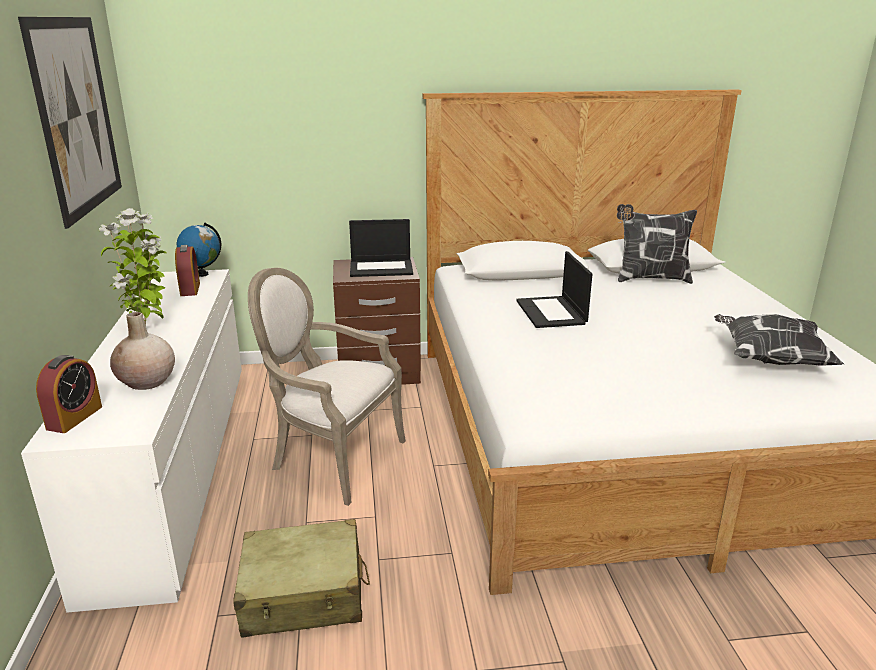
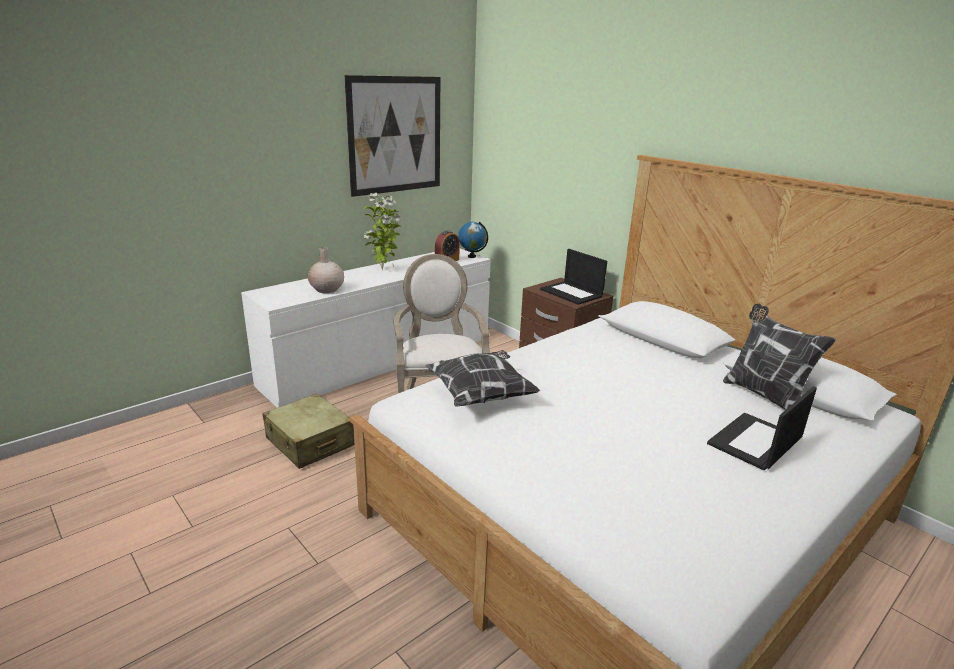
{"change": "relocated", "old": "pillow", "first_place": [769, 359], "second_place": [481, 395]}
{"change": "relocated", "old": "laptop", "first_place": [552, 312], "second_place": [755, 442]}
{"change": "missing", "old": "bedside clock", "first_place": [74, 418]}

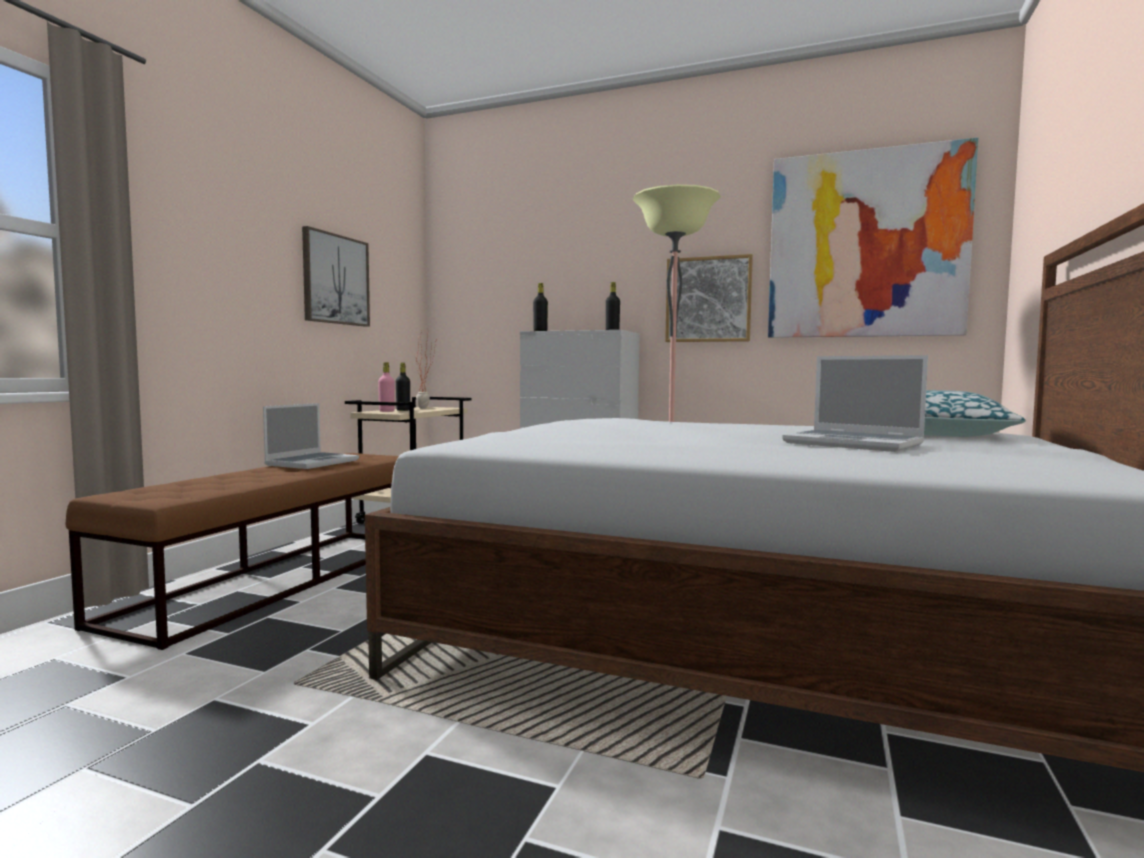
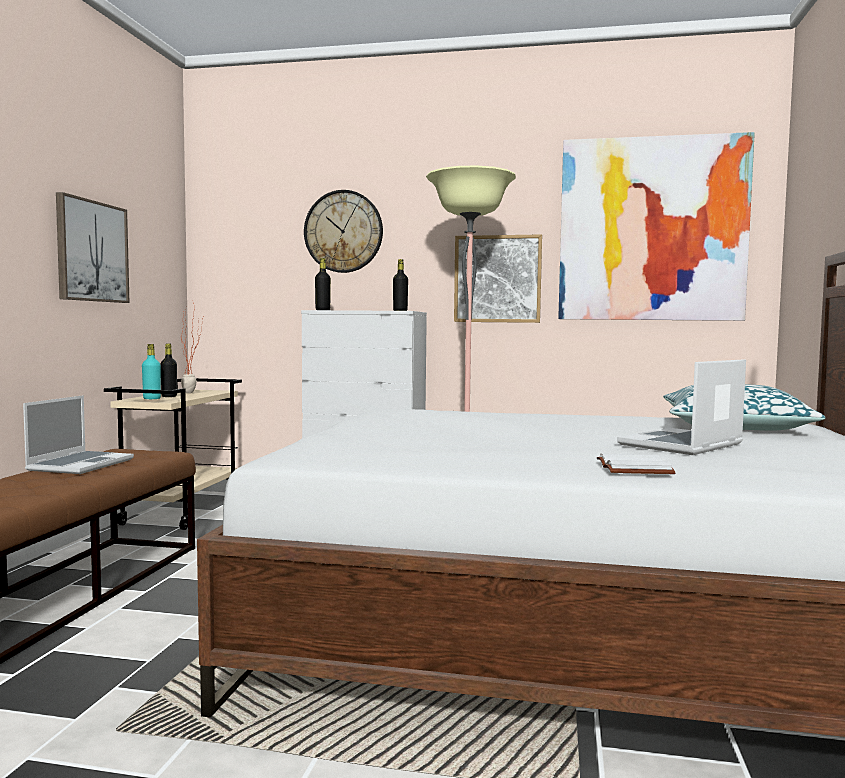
{"change": "colour", "old": "pink beverage bottle", "new": "turquoise beverage bottle", "first_place": [386, 411], "second_place": [152, 398]}
{"change": "appeared", "new": "clock on the wall", "second_place": [343, 231]}
{"change": "appeared", "new": "white book", "second_place": [631, 468]}
{"change": "spun", "old": "laptop", "first_place": [855, 444], "second_place": [681, 445], "degrees": 105}

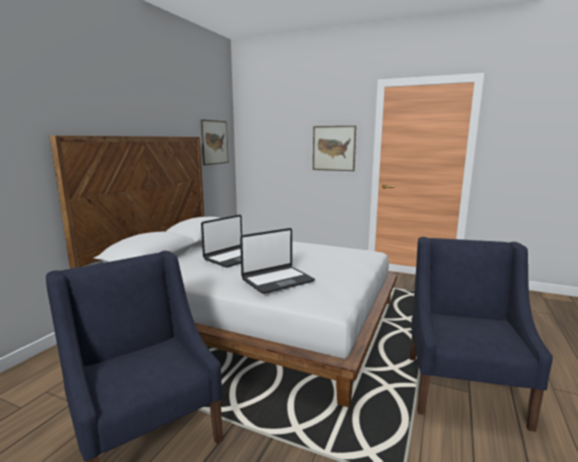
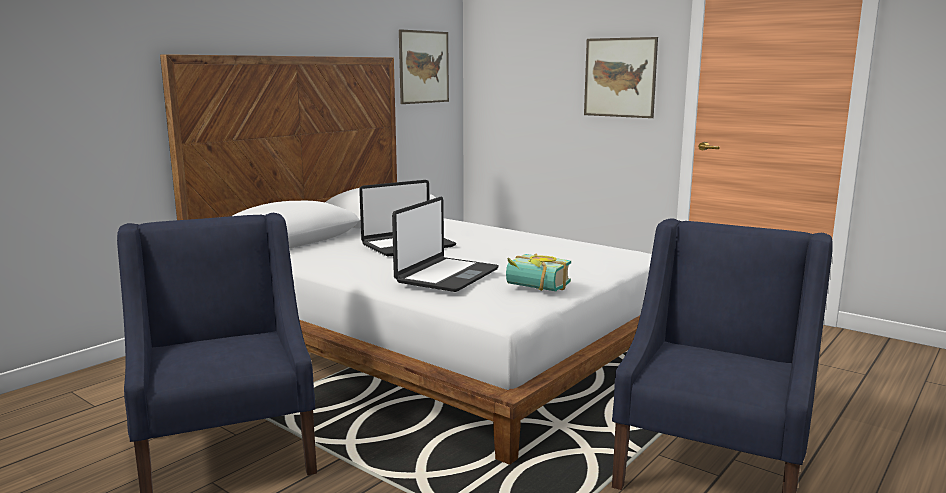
{"change": "spun", "old": "laptop", "first_place": [277, 280], "second_place": [446, 276], "degrees": -45}
{"change": "appeared", "new": "book", "second_place": [535, 288]}

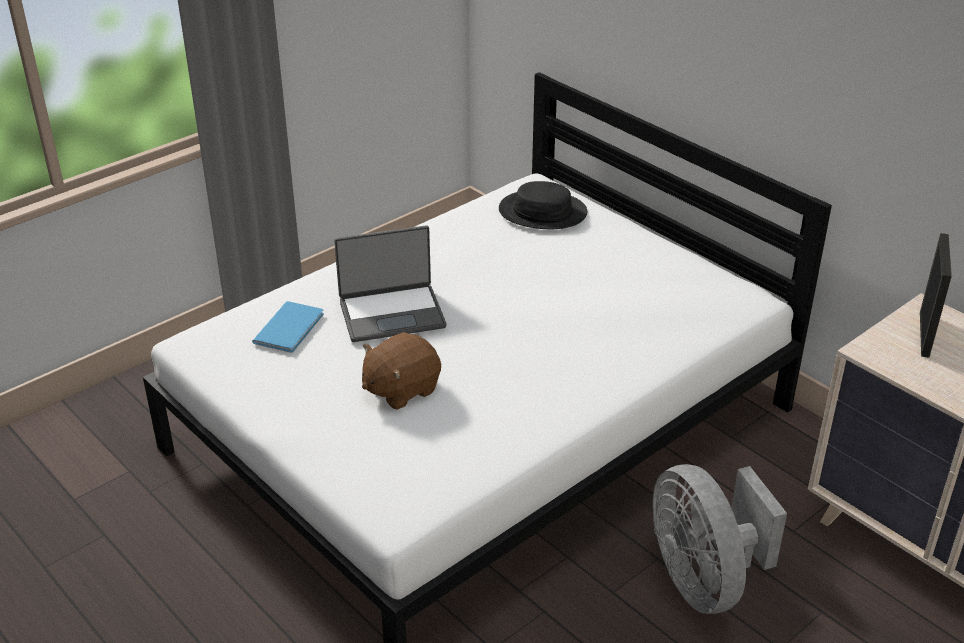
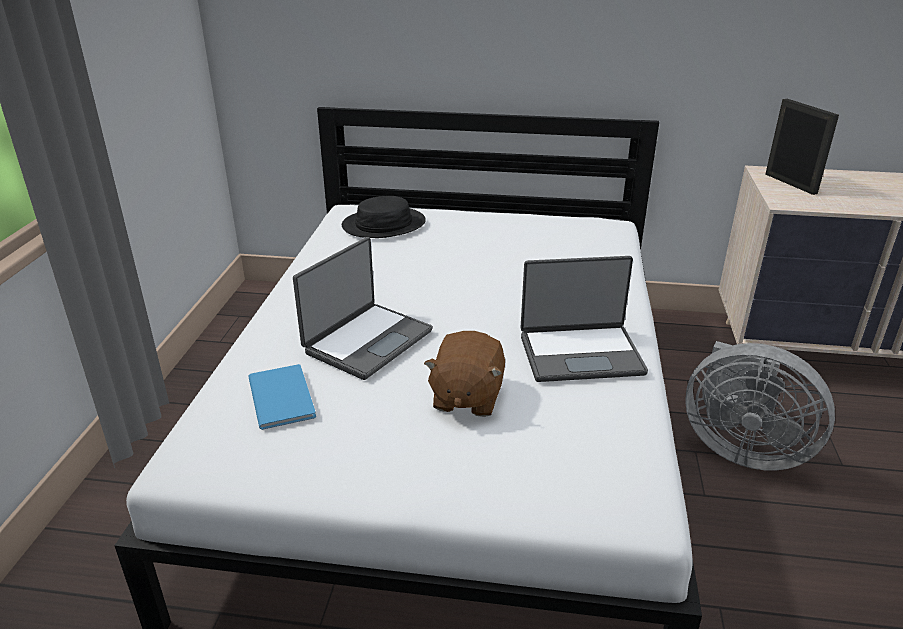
{"change": "appeared", "new": "laptop", "second_place": [580, 353]}

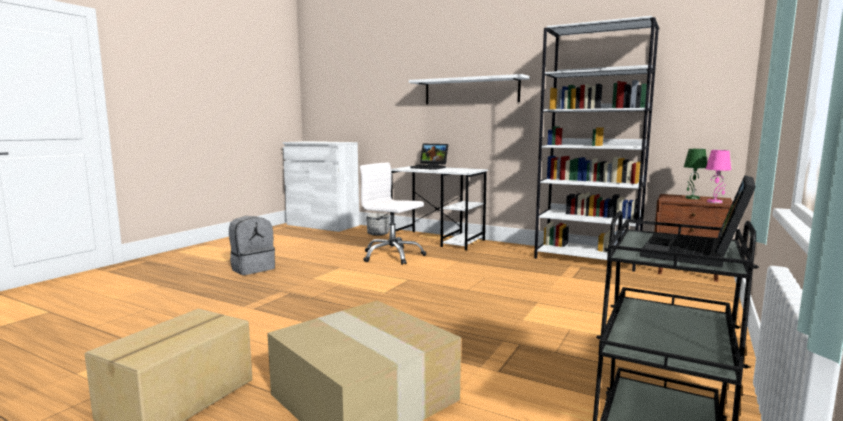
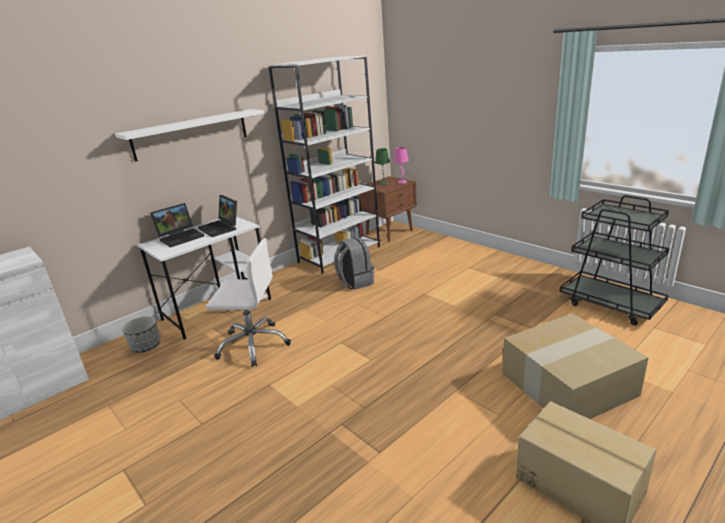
{"change": "relocated", "old": "laptop", "first_place": [697, 253], "second_place": [221, 228]}
{"change": "spun", "old": "white desk chair", "first_place": [392, 256], "second_place": [253, 344], "degrees": -135}
{"change": "relocated", "old": "greyish backpack", "first_place": [252, 268], "second_place": [355, 282]}

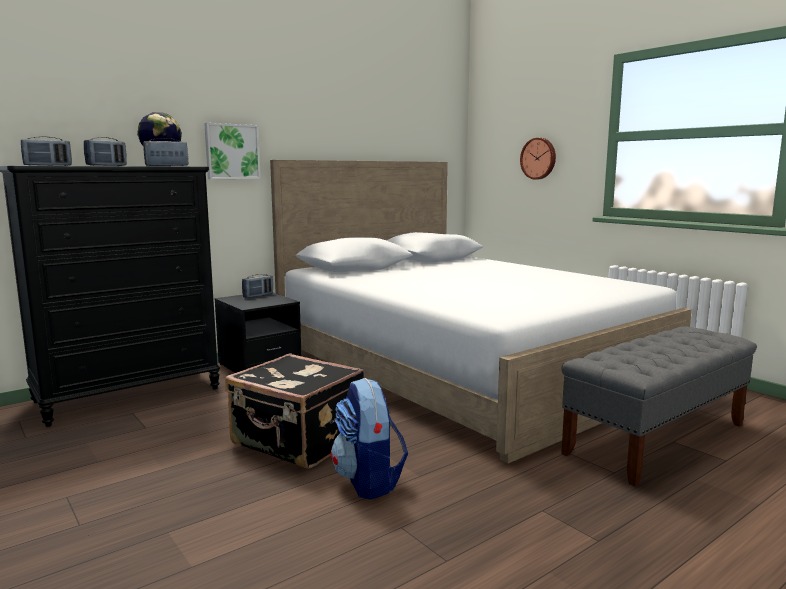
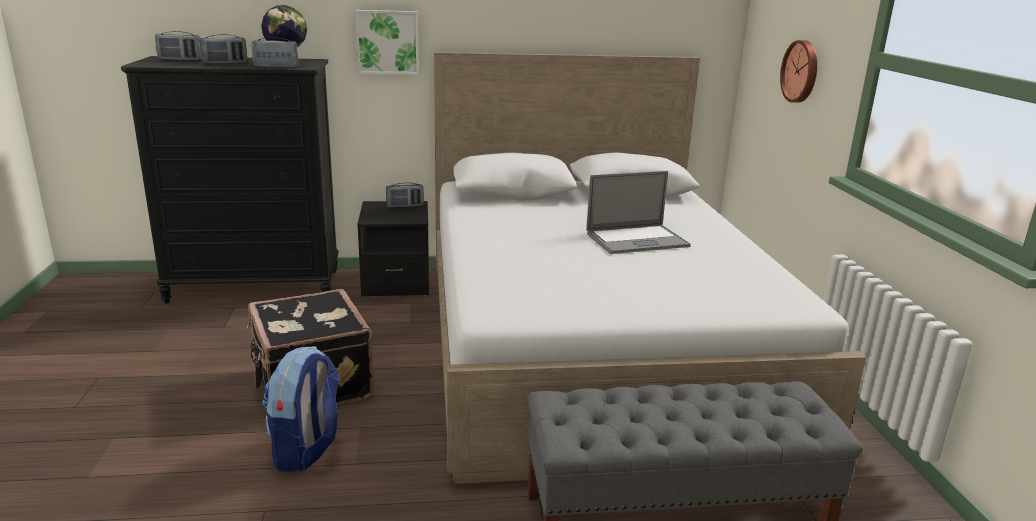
{"change": "appeared", "new": "laptop", "second_place": [637, 240]}

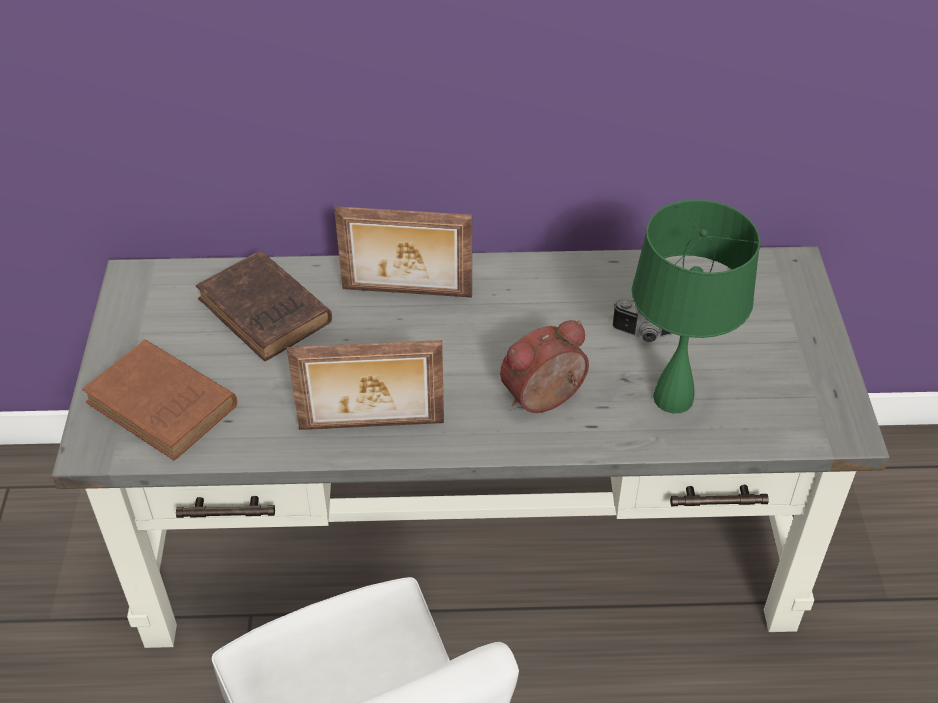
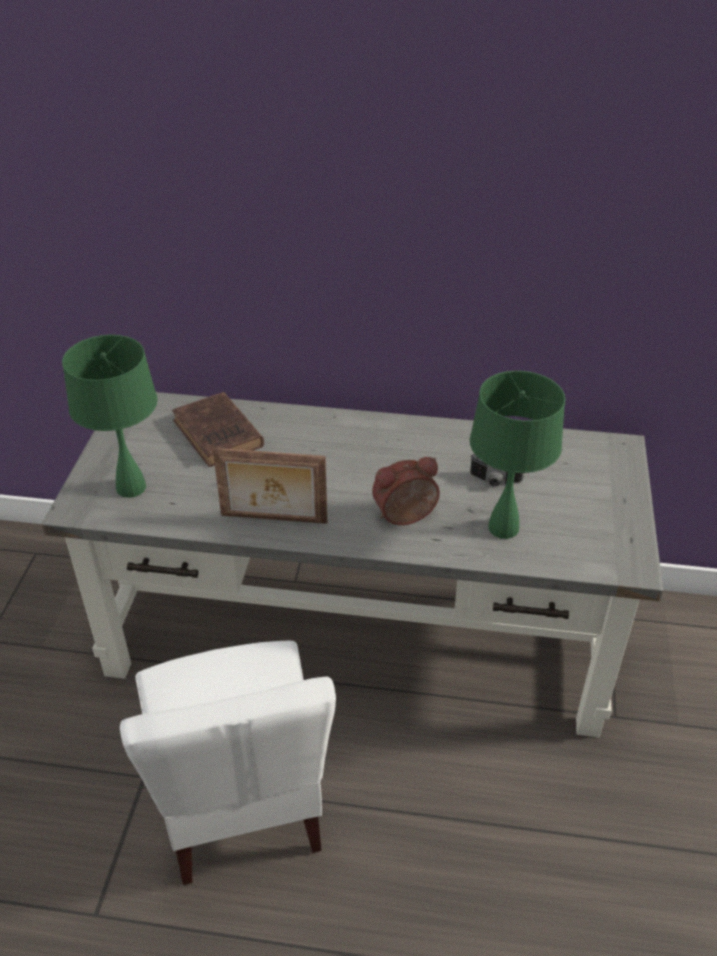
{"change": "exchanged", "old": "brown-coloured book", "new": "green-coloured table lamp", "first_place": [165, 406], "second_place": [131, 488]}
{"change": "missing", "old": "photo frame", "first_place": [406, 294]}

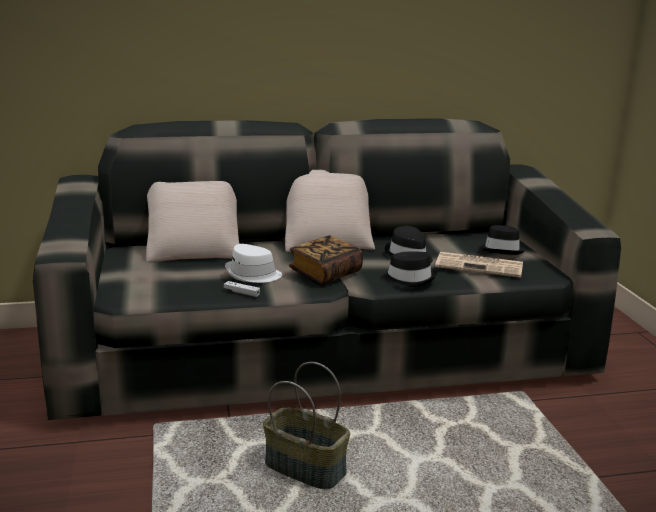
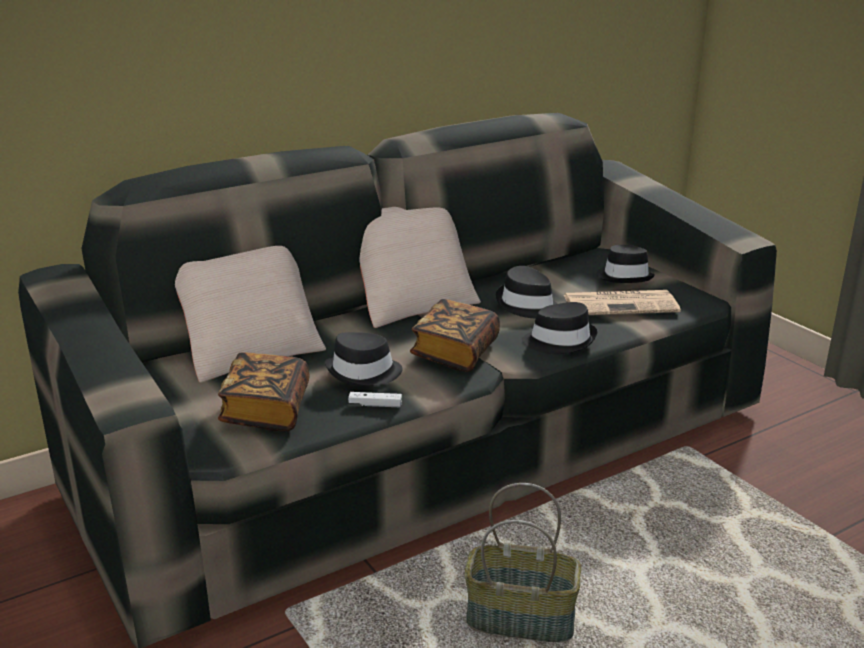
{"change": "appeared", "new": "book", "second_place": [266, 411]}
{"change": "colour", "old": "white clothing hat", "new": "black-coloured clothing hat", "first_place": [253, 275], "second_place": [364, 373]}

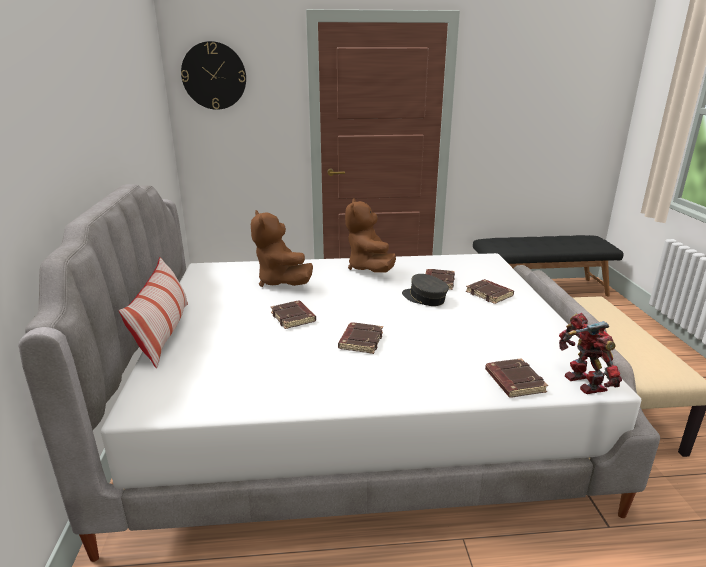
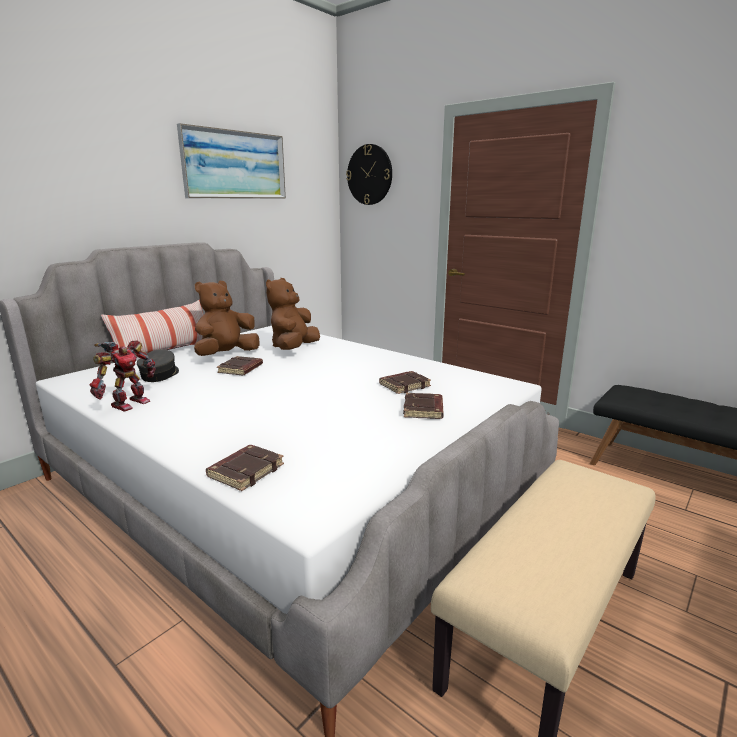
{"change": "relocated", "old": "toy robot", "first_place": [582, 384], "second_place": [128, 403]}
{"change": "relocated", "old": "greyish baseball cap", "first_place": [424, 298], "second_place": [160, 374]}
{"change": "appeared", "new": "wall art", "second_place": [235, 165]}
{"change": "relocated", "old": "brown-coloured plush toy", "first_place": [370, 268], "second_place": [226, 355]}
{"change": "missing", "old": "brown-coloured book", "first_place": [360, 341]}

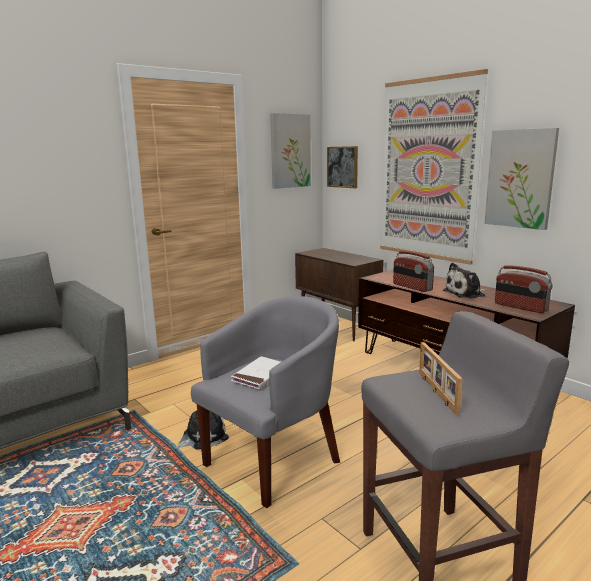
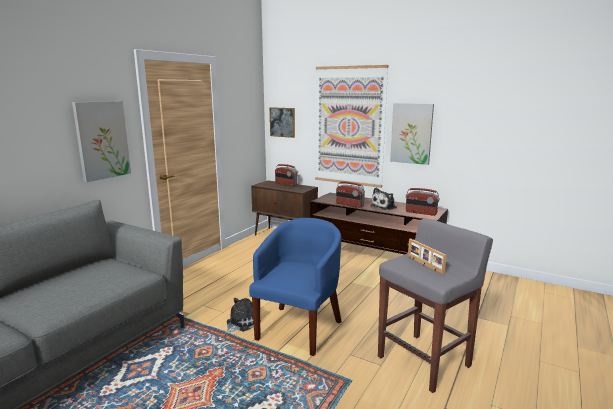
{"change": "relocated", "old": "wall art", "first_place": [290, 151], "second_place": [102, 140]}
{"change": "colour", "old": "greyish armchair", "new": "blue armchair", "first_place": [274, 459], "second_place": [299, 328]}
{"change": "appeared", "new": "radio set", "second_place": [286, 184]}
{"change": "missing", "old": "white book", "first_place": [260, 375]}

